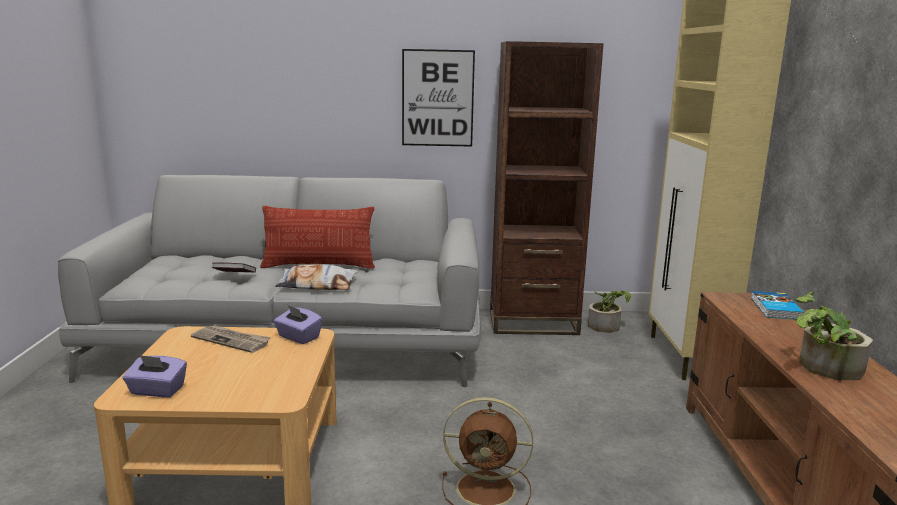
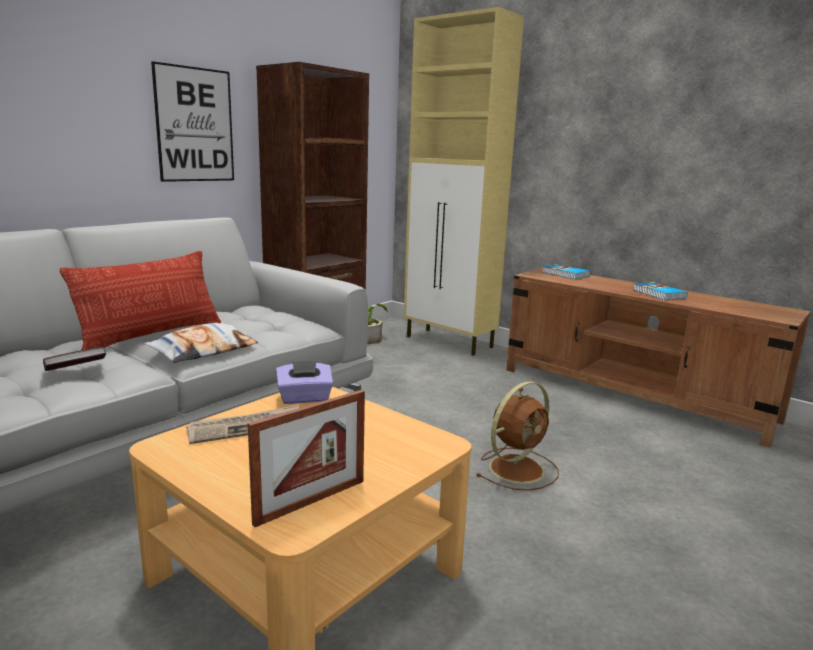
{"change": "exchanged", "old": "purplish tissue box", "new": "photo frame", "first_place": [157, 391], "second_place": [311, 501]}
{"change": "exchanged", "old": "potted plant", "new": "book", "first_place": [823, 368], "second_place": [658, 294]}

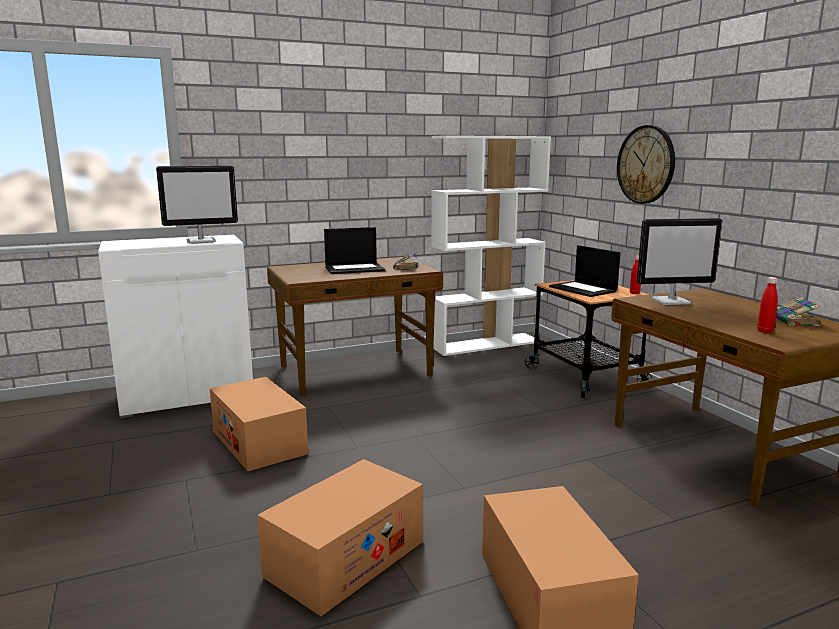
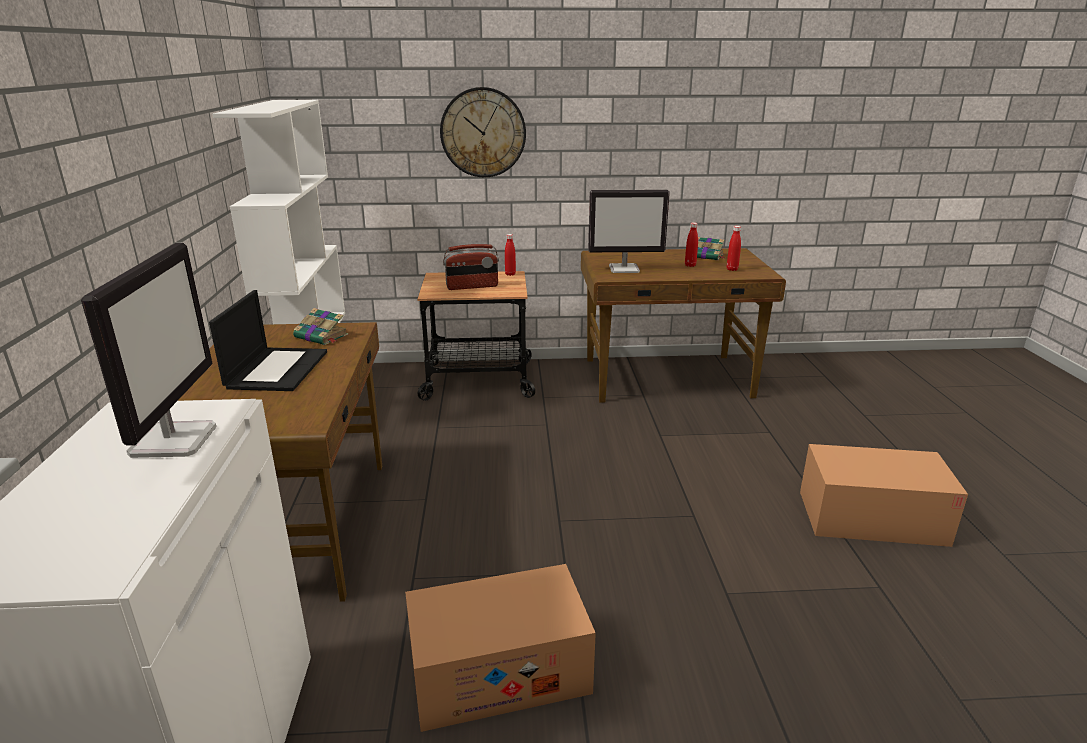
{"change": "exchanged", "old": "laptop", "new": "radio set", "first_place": [583, 289], "second_place": [472, 286]}
{"change": "spun", "old": "monitor", "first_place": [671, 301], "second_place": [624, 269], "degrees": 75}
{"change": "appeared", "new": "red-coloured beverage bottle", "second_place": [690, 265]}
{"change": "missing", "old": "carton", "first_place": [345, 558]}

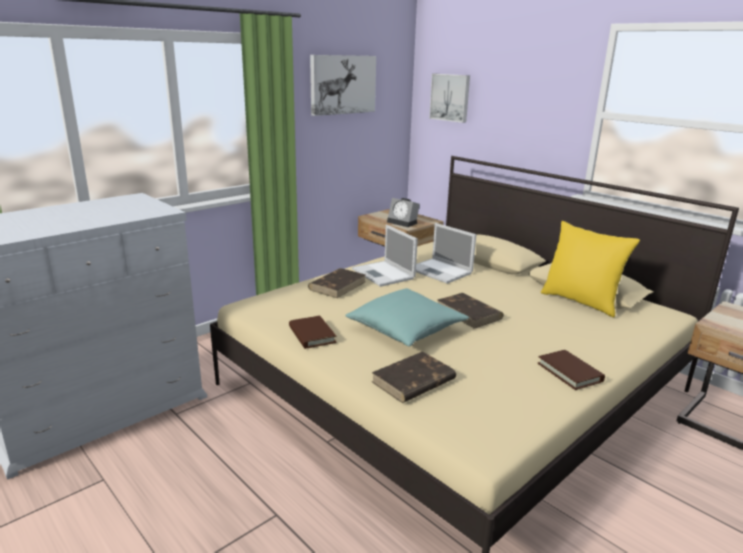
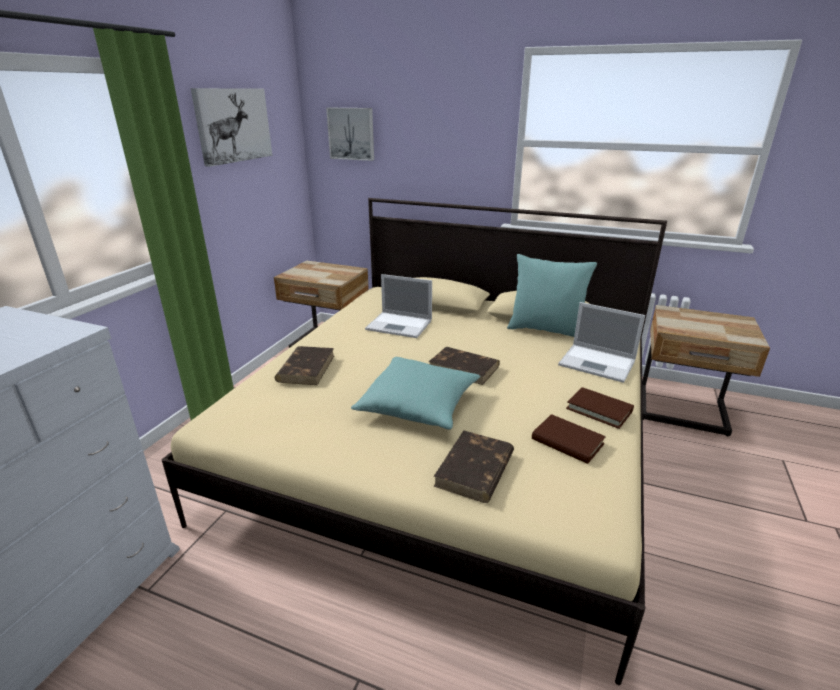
{"change": "colour", "old": "yellow-coloured pillow", "new": "turquoise pillow", "first_place": [580, 302], "second_place": [546, 330]}
{"change": "relocated", "old": "brown-coloured book", "first_place": [312, 335], "second_place": [567, 442]}
{"change": "relocated", "old": "laptop", "first_place": [384, 274], "second_place": [598, 363]}
{"change": "missing", "old": "bedside clock", "first_place": [403, 222]}

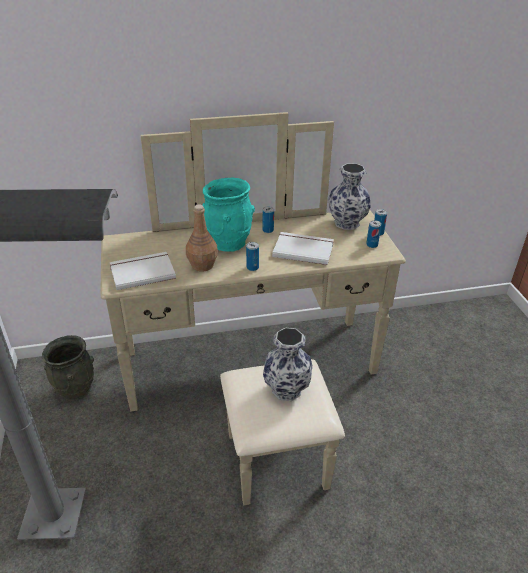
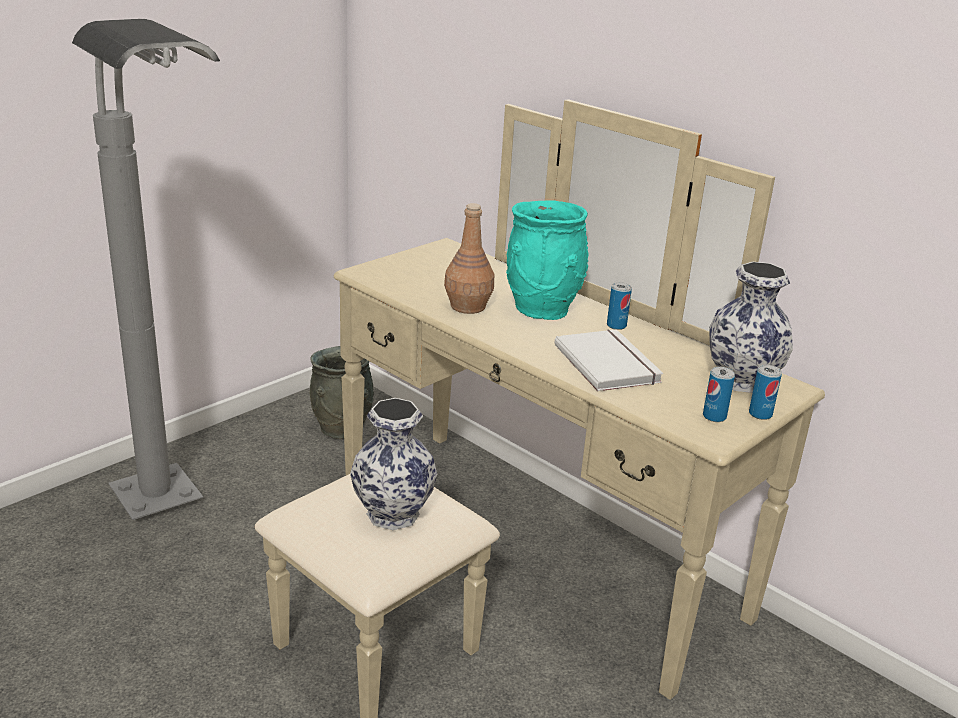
{"change": "missing", "old": "white book", "first_place": [142, 272]}
{"change": "missing", "old": "can", "first_place": [252, 267]}

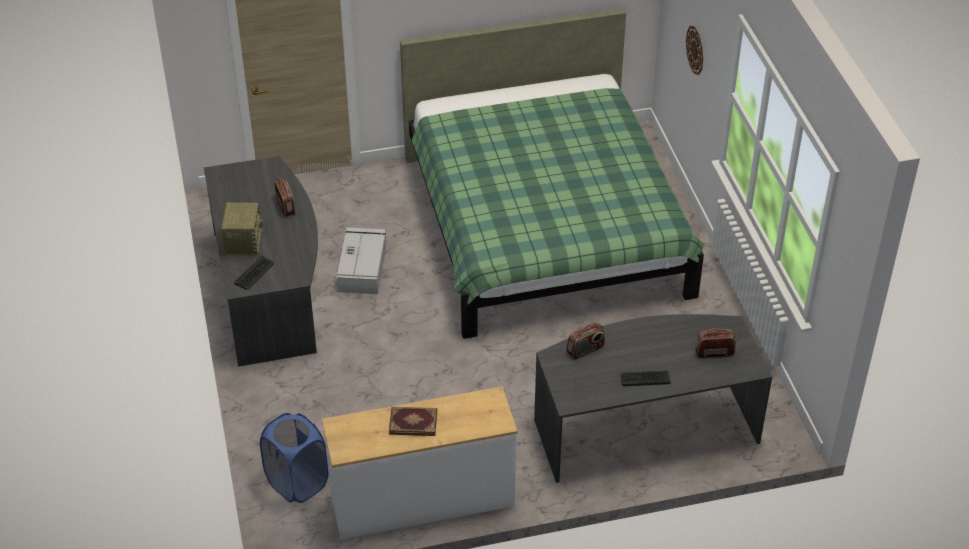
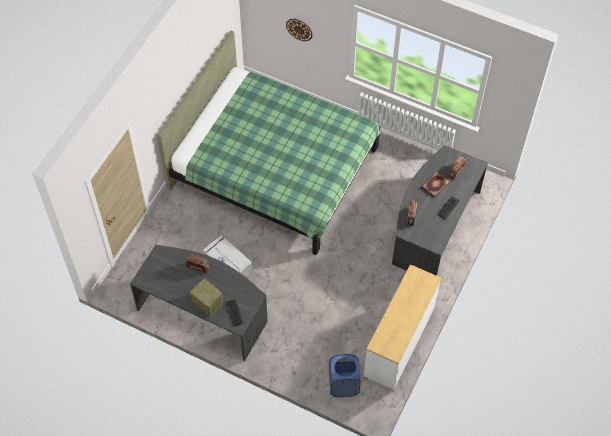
{"change": "relocated", "old": "book", "first_place": [413, 422], "second_place": [435, 185]}

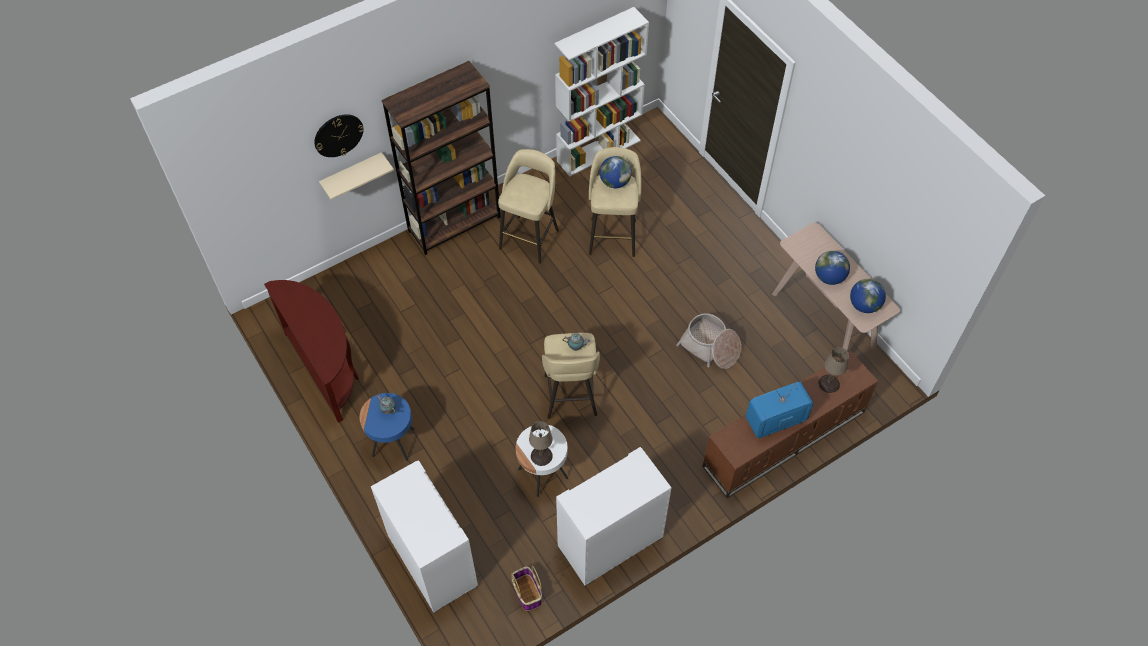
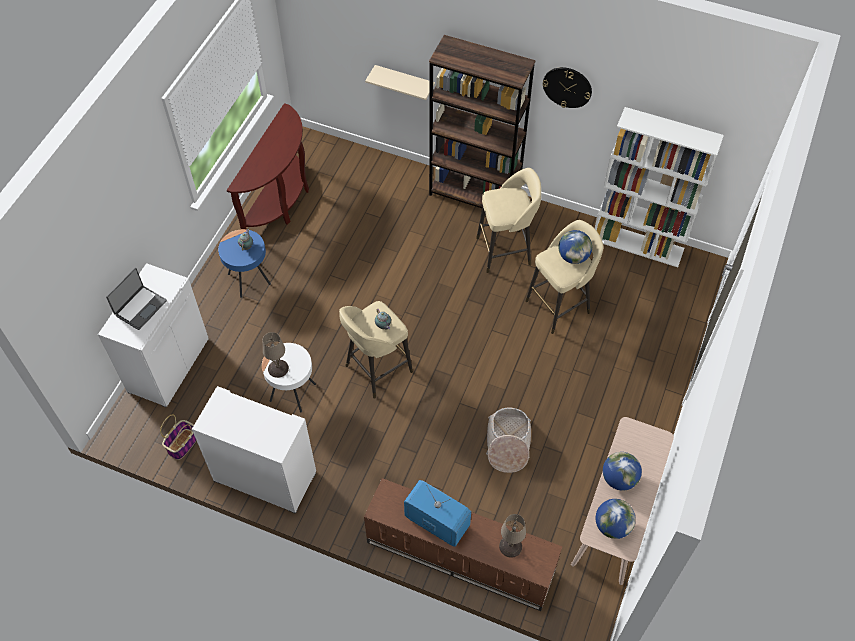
{"change": "appeared", "new": "laptop", "second_place": [140, 307]}
{"change": "relocated", "old": "clock on the wall", "first_place": [338, 135], "second_place": [567, 87]}

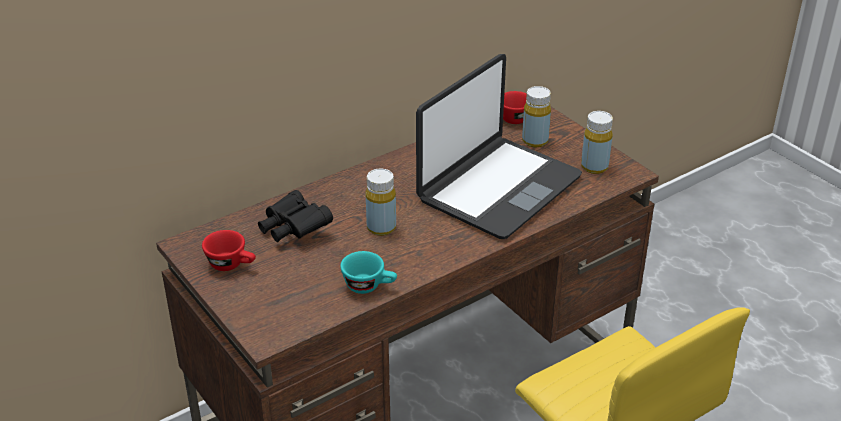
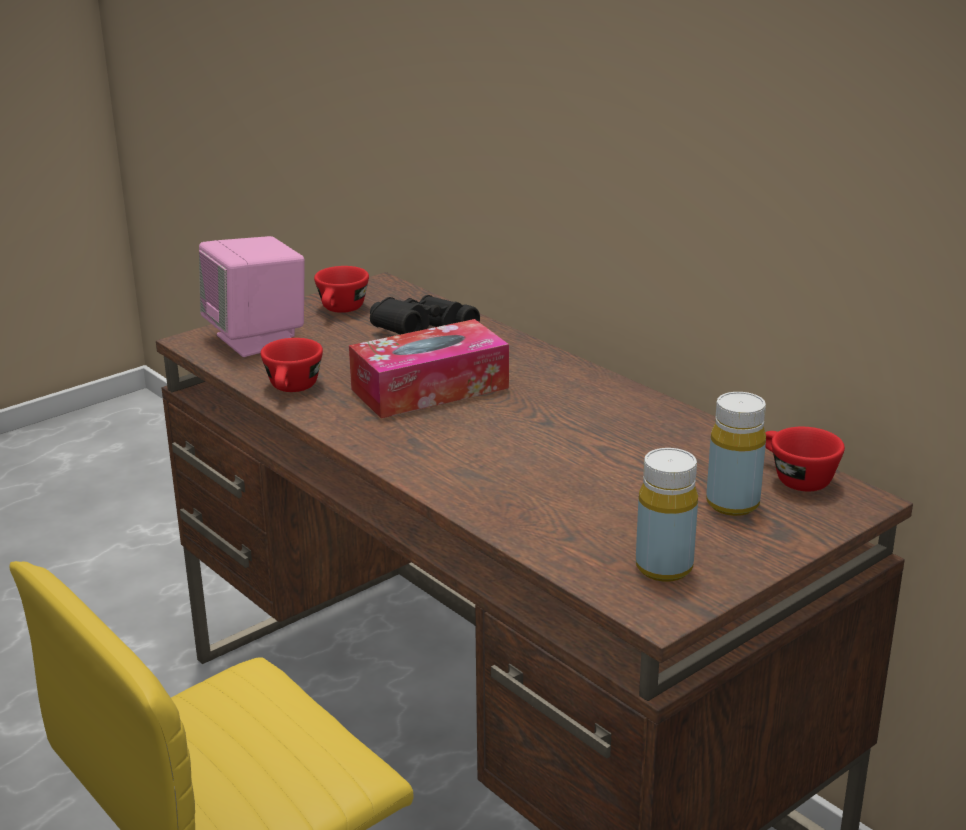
{"change": "appeared", "new": "pink loudspeaker", "second_place": [257, 339]}
{"change": "colour", "old": "turquoise small cup", "new": "red-coloured small cup", "first_place": [369, 286], "second_place": [292, 389]}
{"change": "exchanged", "old": "yellow-coloured beverage bottle", "new": "tissue box", "first_place": [381, 227], "second_place": [430, 388]}
{"change": "missing", "old": "laptop", "first_place": [498, 188]}

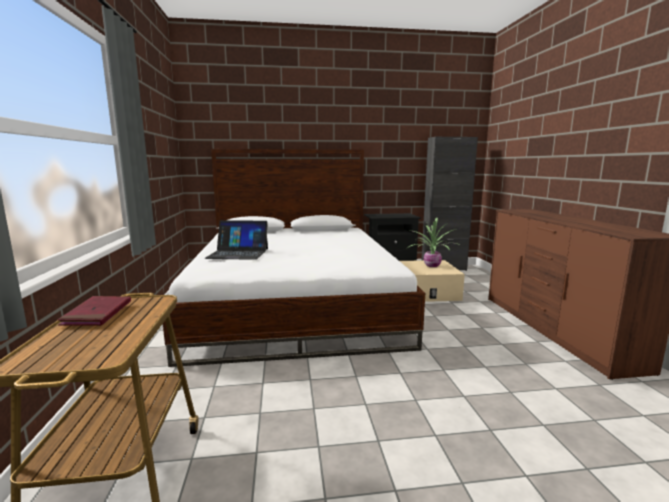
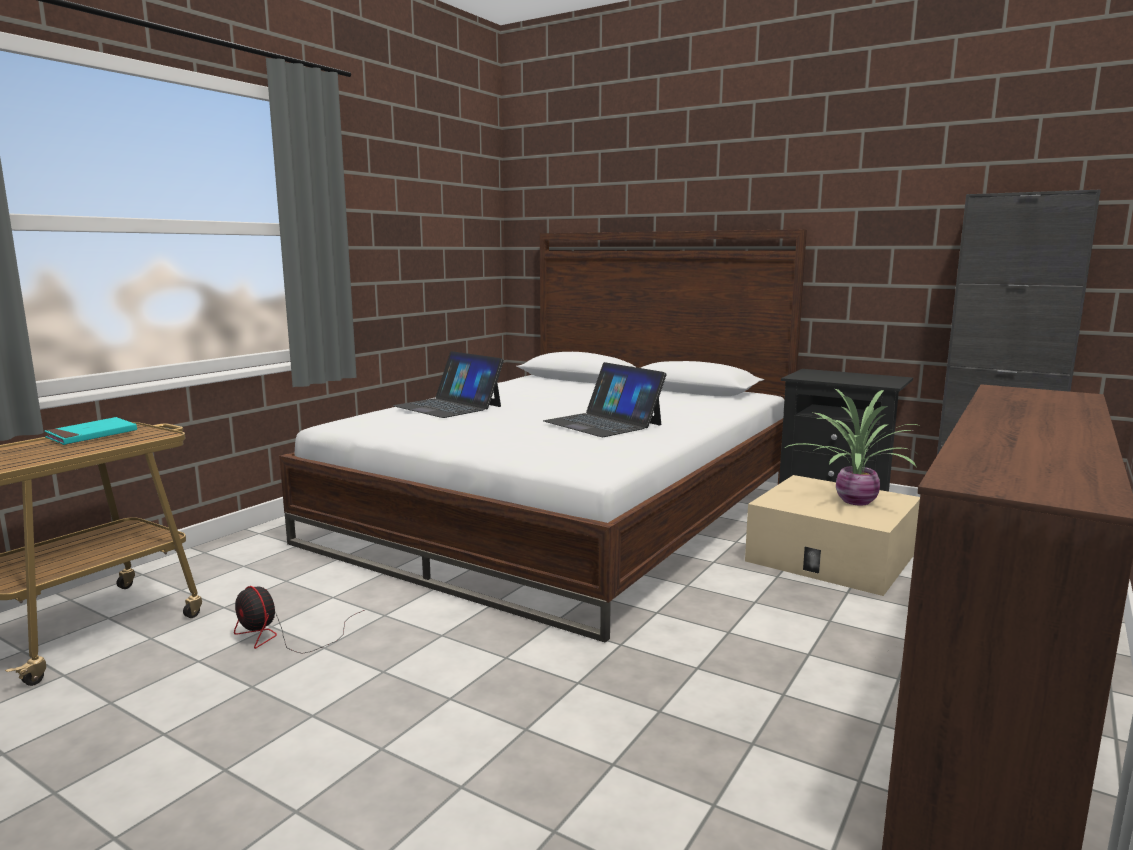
{"change": "colour", "old": "red-coloured book", "new": "turquoise book", "first_place": [97, 314], "second_place": [92, 435]}
{"change": "appeared", "new": "electric fan", "second_place": [282, 637]}
{"change": "appeared", "new": "laptop", "second_place": [603, 423]}

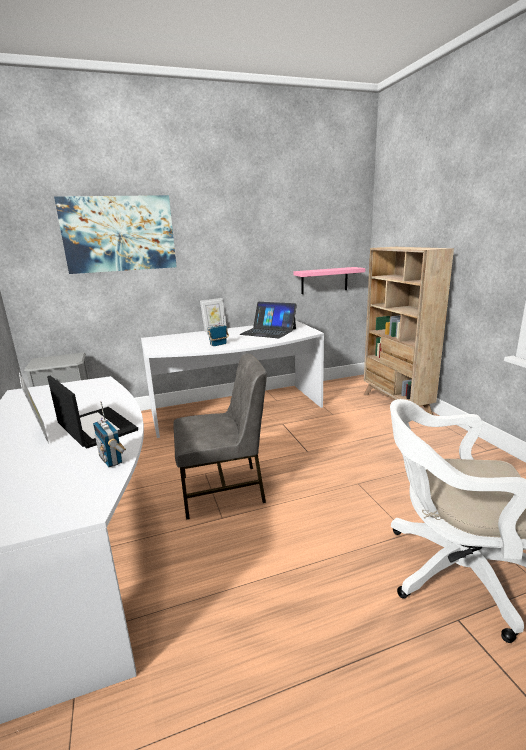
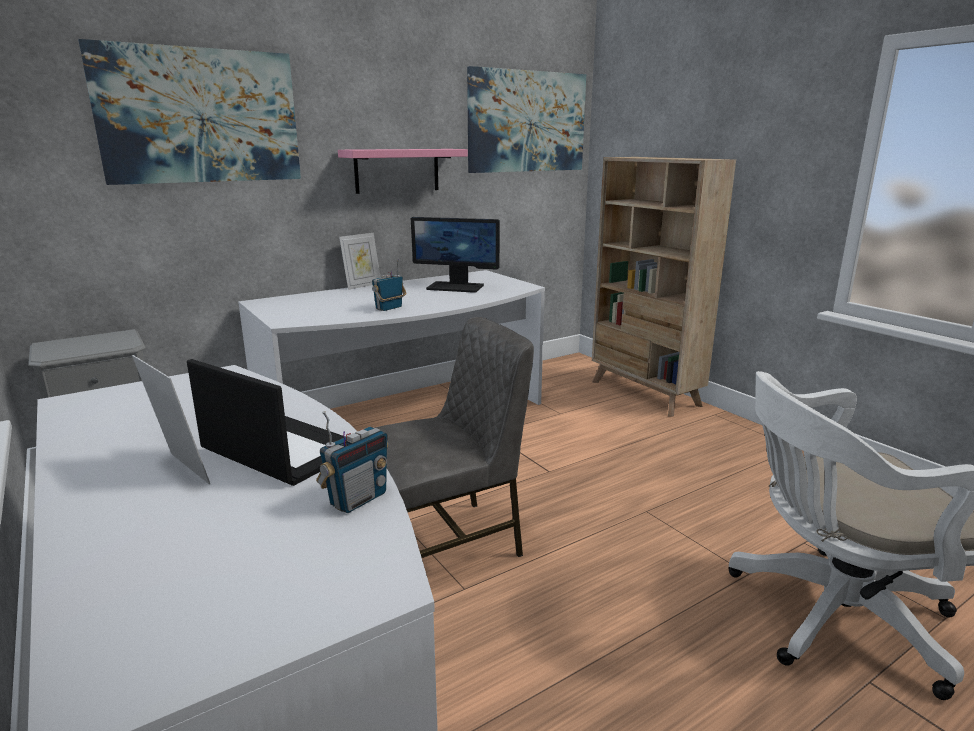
{"change": "spun", "old": "radio set", "first_place": [112, 459], "second_place": [357, 499], "degrees": -90}
{"change": "relocated", "old": "pink bracket shelf", "first_place": [324, 280], "second_place": [397, 170]}
{"change": "exchanged", "old": "laptop", "new": "monitor", "first_place": [268, 331], "second_place": [456, 287]}
{"change": "appeared", "new": "wall art", "second_place": [527, 122]}

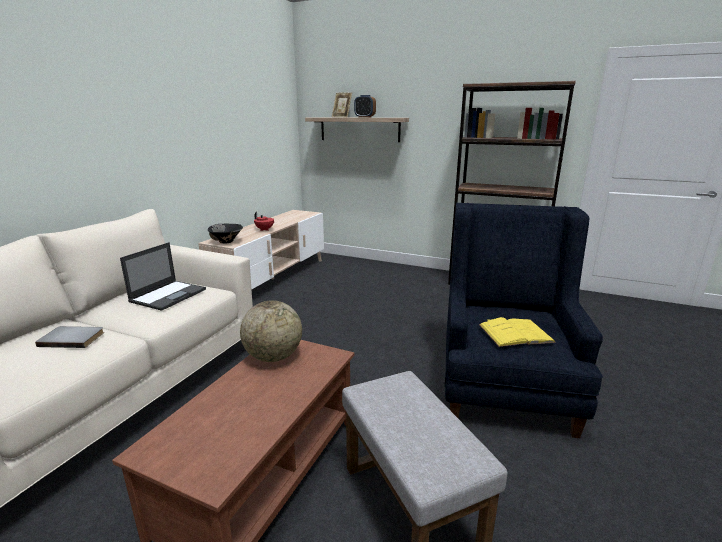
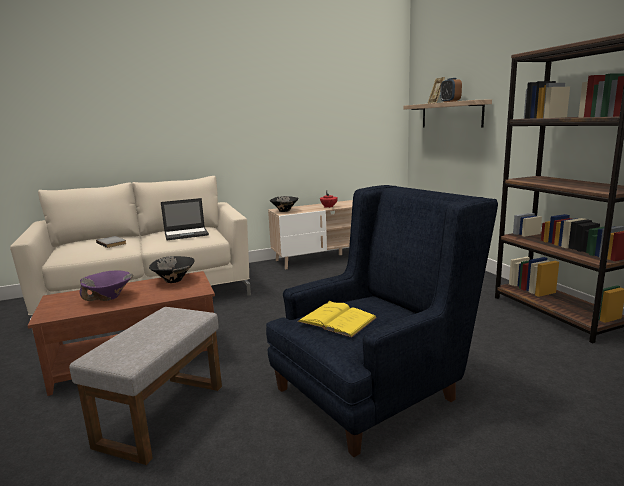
{"change": "appeared", "new": "purplish deep dish", "second_place": [109, 297]}
{"change": "exchanged", "old": "world globe", "new": "black-coloured deep dish", "first_place": [273, 357], "second_place": [174, 281]}

